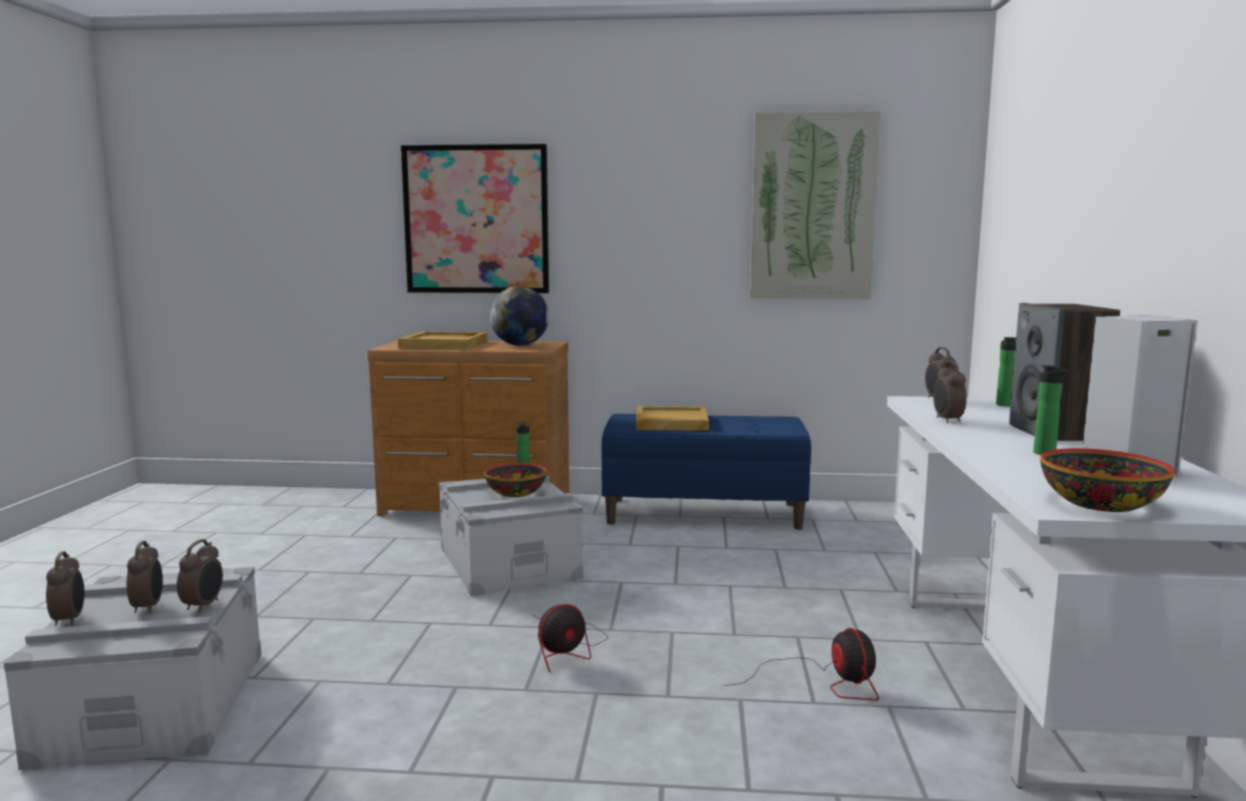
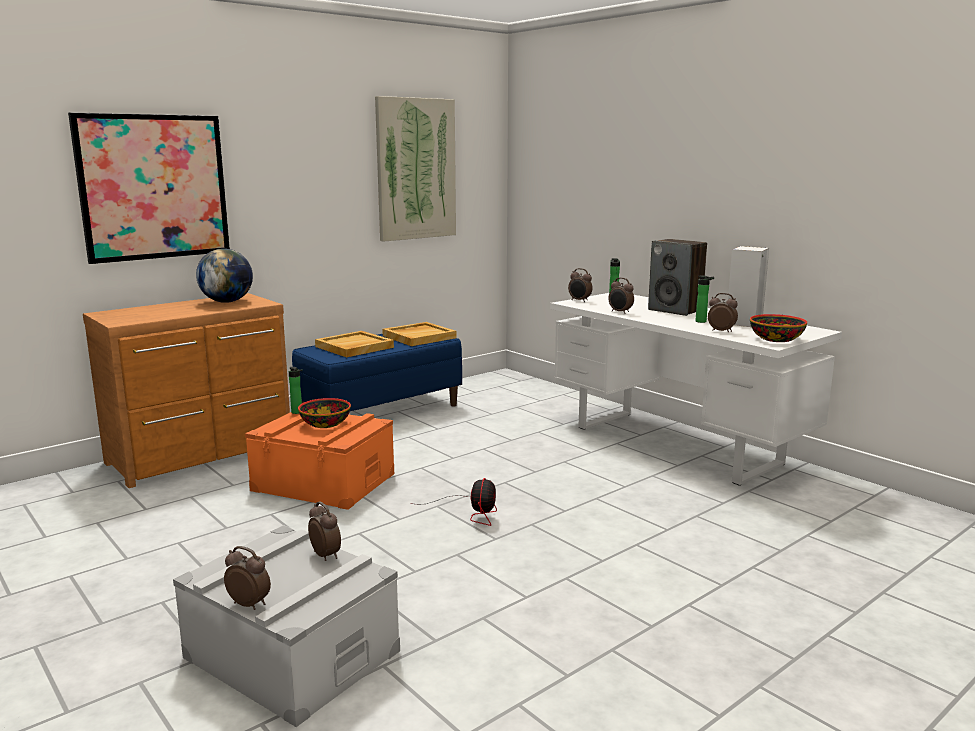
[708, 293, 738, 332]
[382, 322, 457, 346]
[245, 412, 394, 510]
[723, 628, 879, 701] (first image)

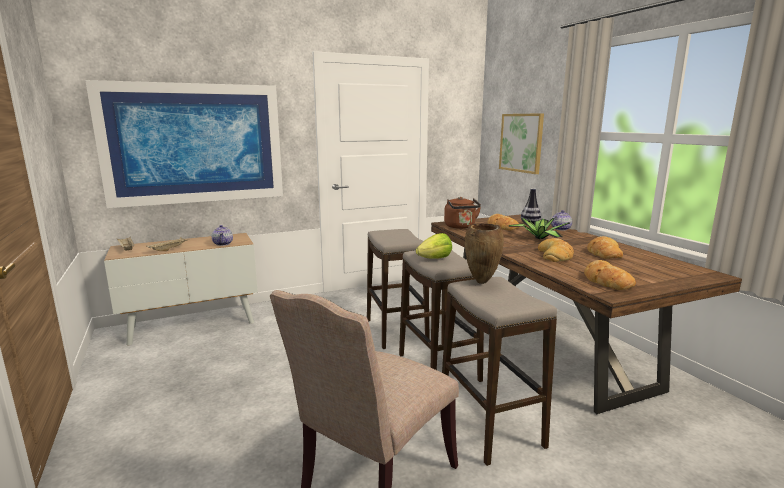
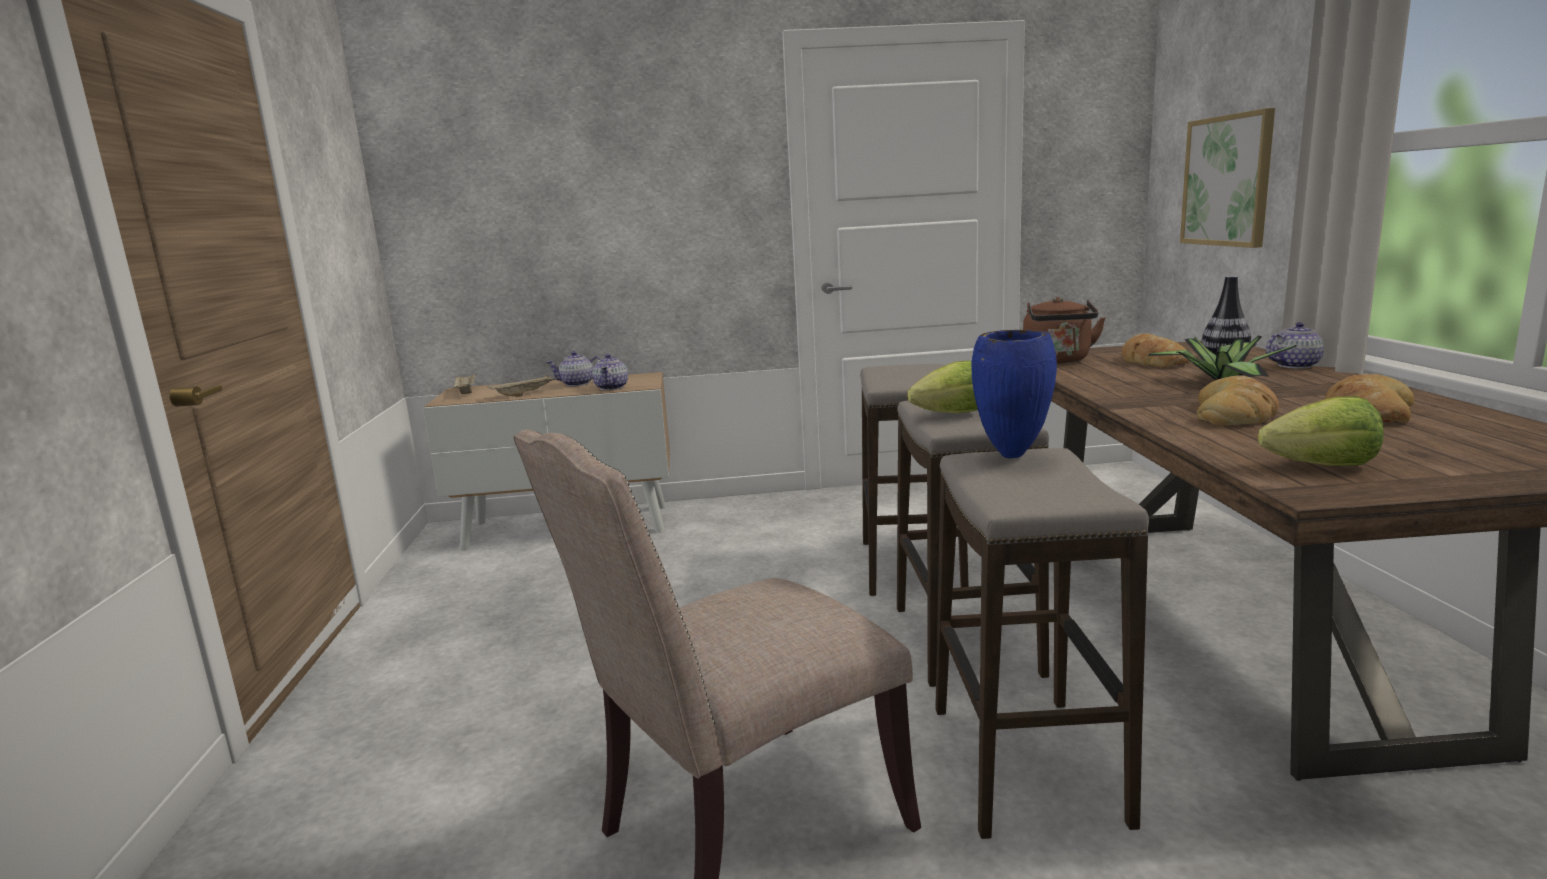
[85, 80, 283, 208] (first image)
[972, 330, 1057, 458]
[1258, 396, 1384, 466]
[546, 351, 601, 386]

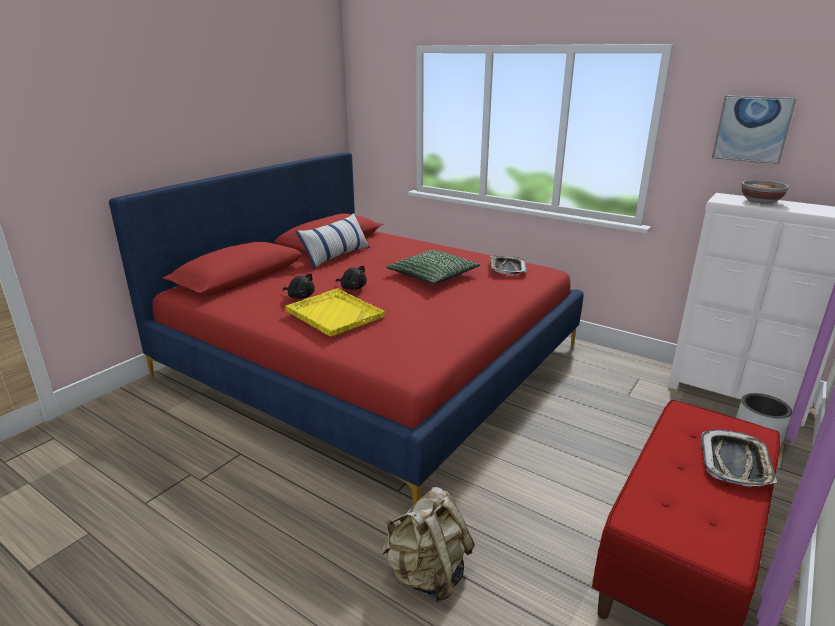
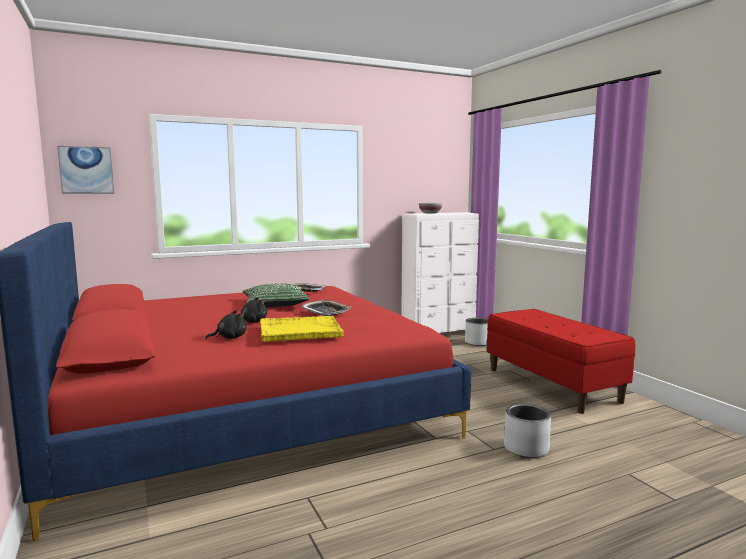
[295, 213, 370, 270] (first image)
[504, 404, 551, 458]
[301, 300, 351, 316]
[57, 146, 114, 194]

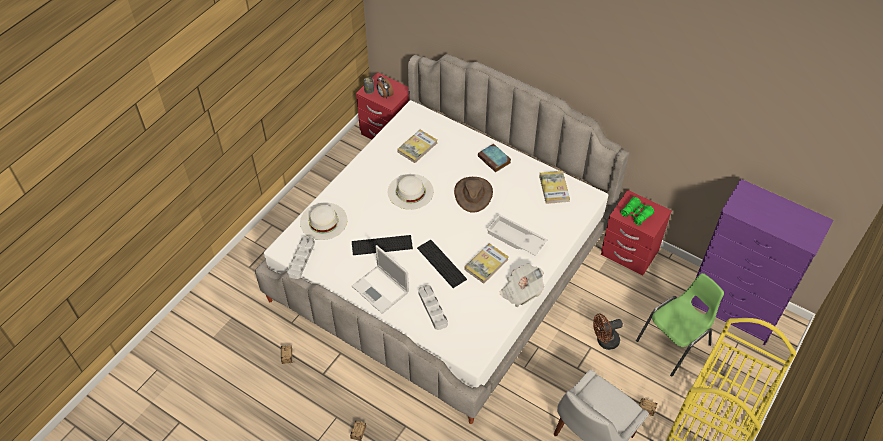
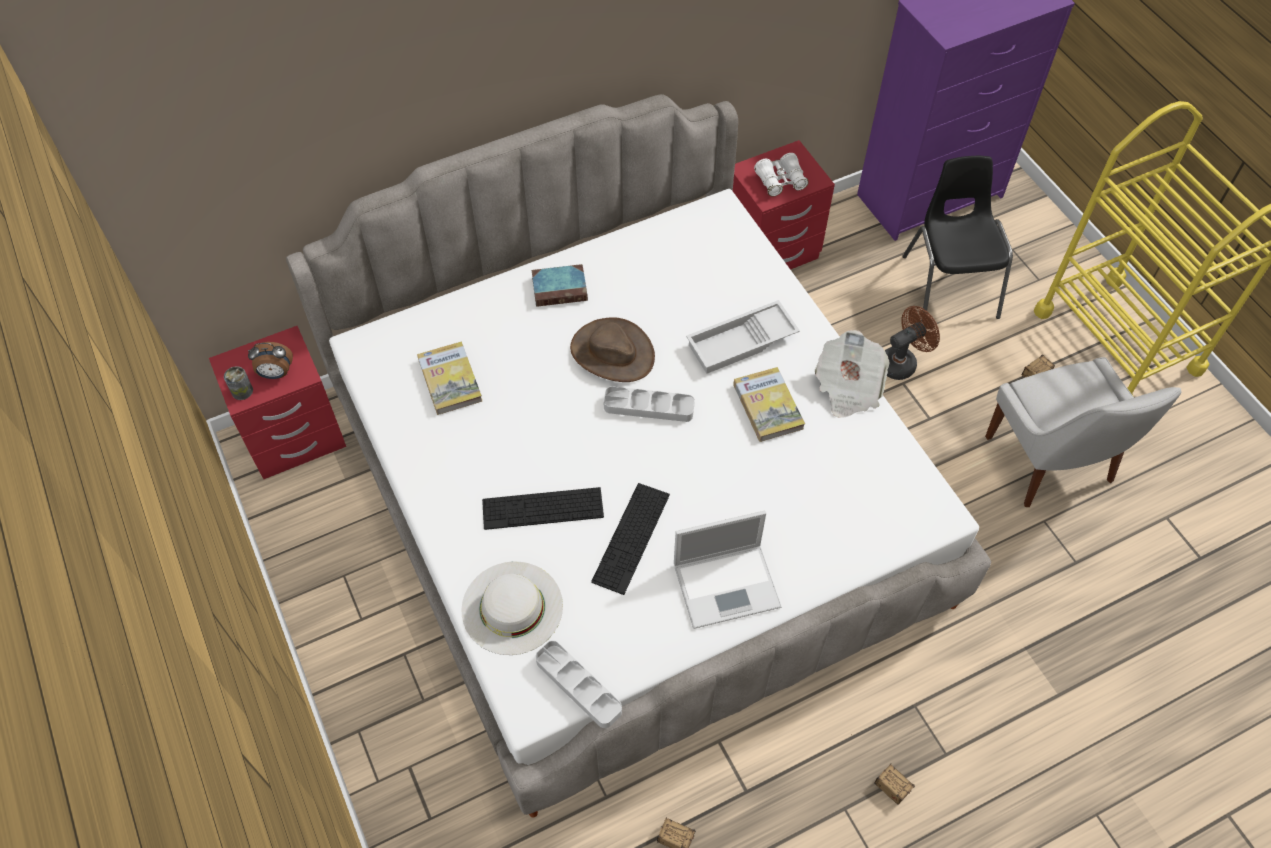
[388, 174, 434, 210] (first image)
[482, 487, 604, 530]
[603, 386, 695, 422]
[539, 171, 570, 204] (first image)
[885, 306, 940, 380]
[754, 153, 809, 196]
[903, 156, 1013, 320]

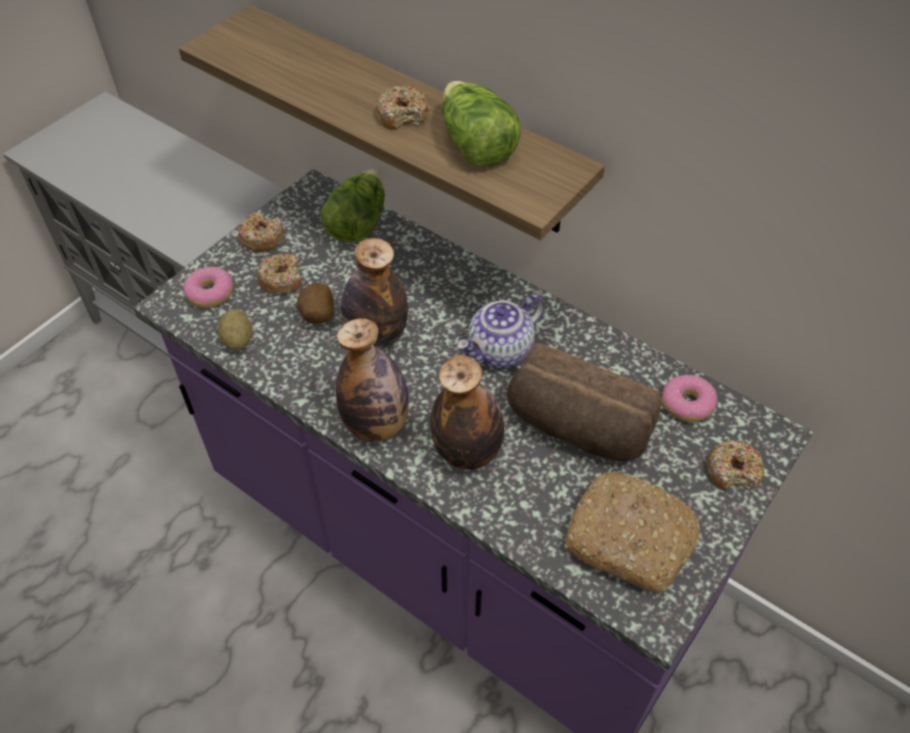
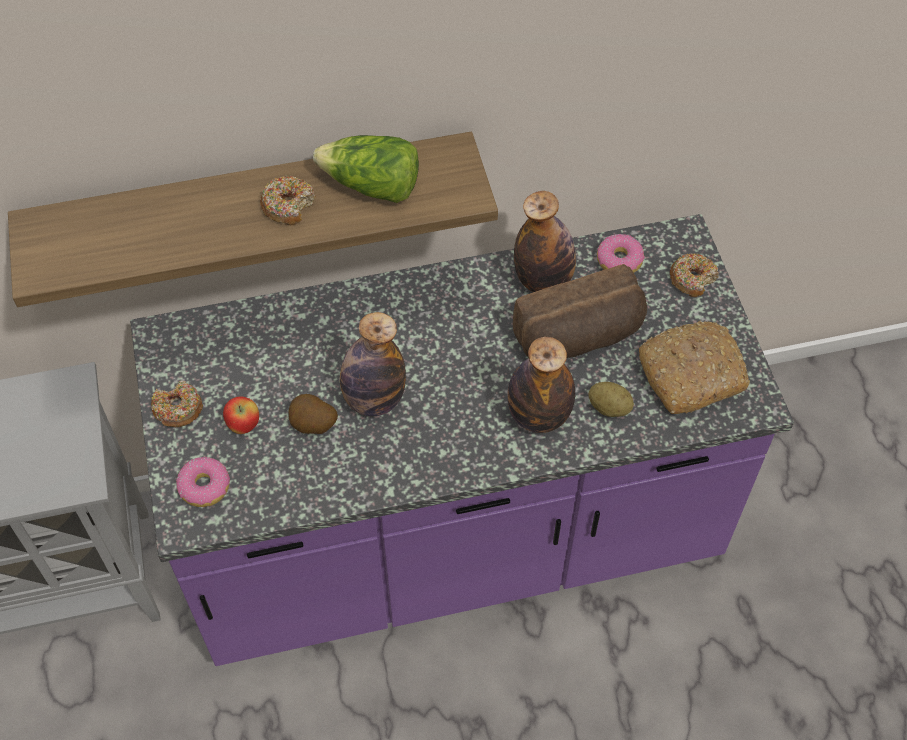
[588, 382, 634, 417]
[223, 397, 259, 434]
[320, 170, 385, 243] (first image)
[514, 191, 576, 292]
[457, 294, 544, 368] (first image)

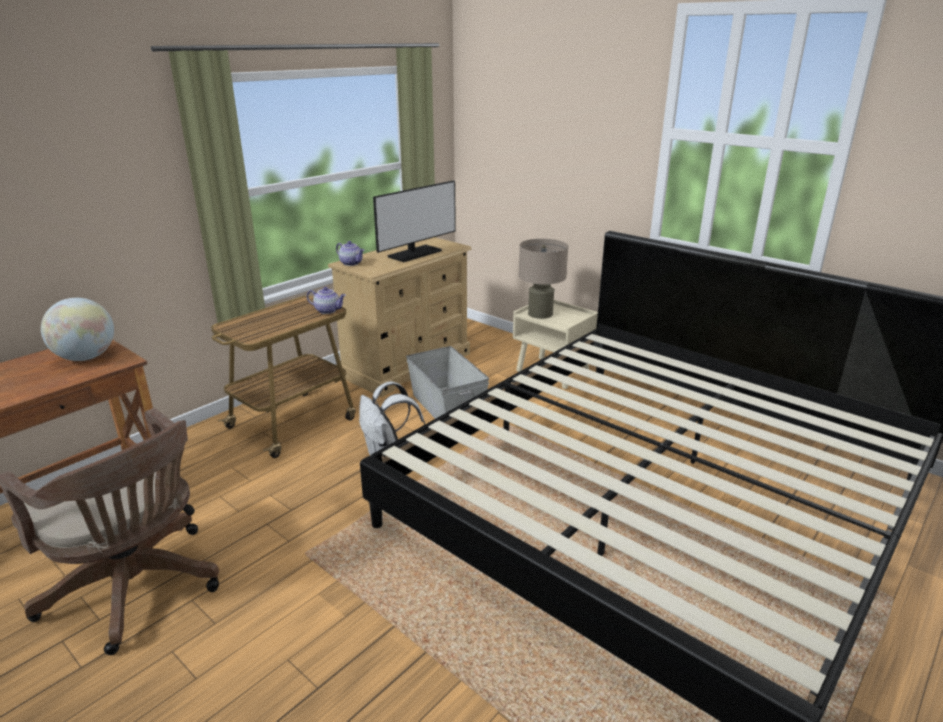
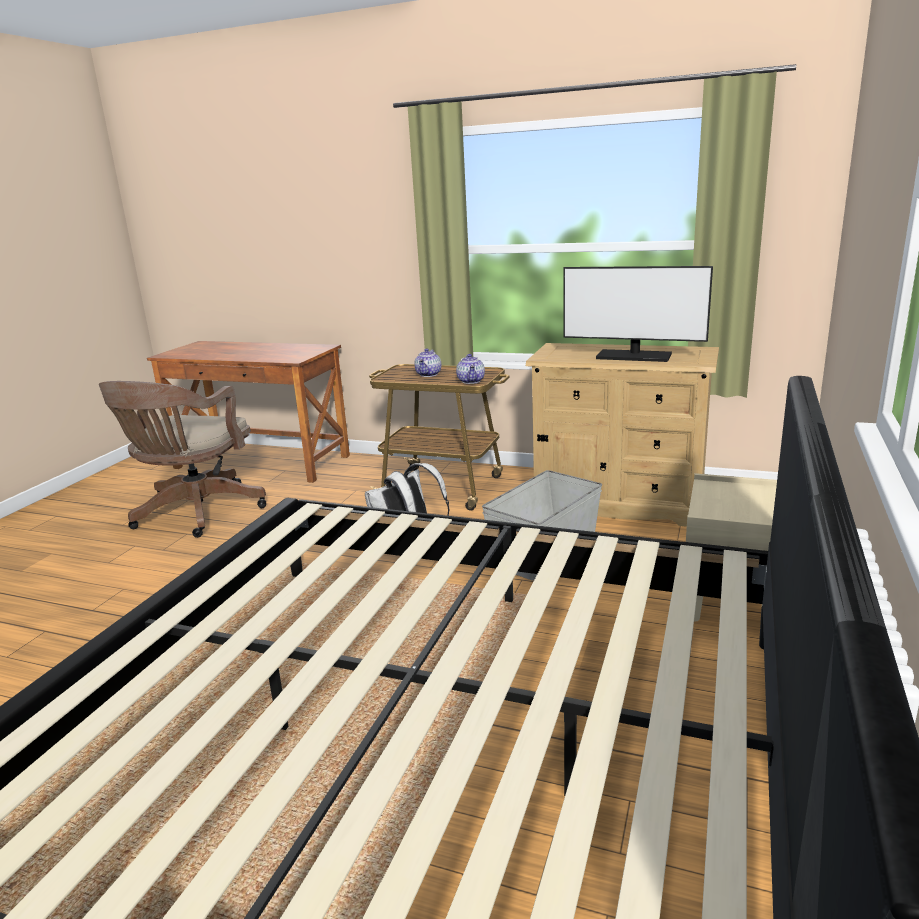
[41, 298, 114, 361] (first image)
[414, 348, 441, 377]
[519, 239, 568, 319] (first image)

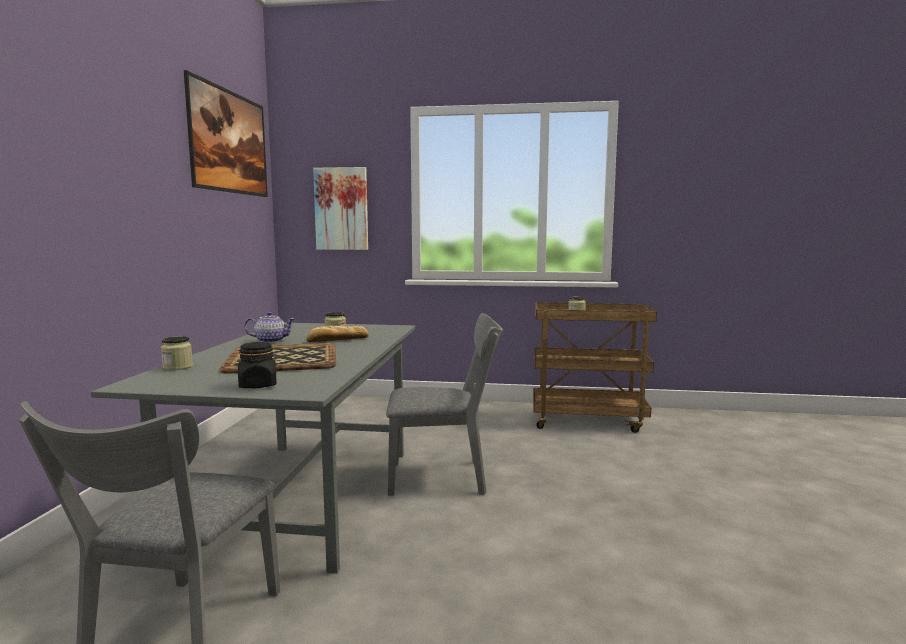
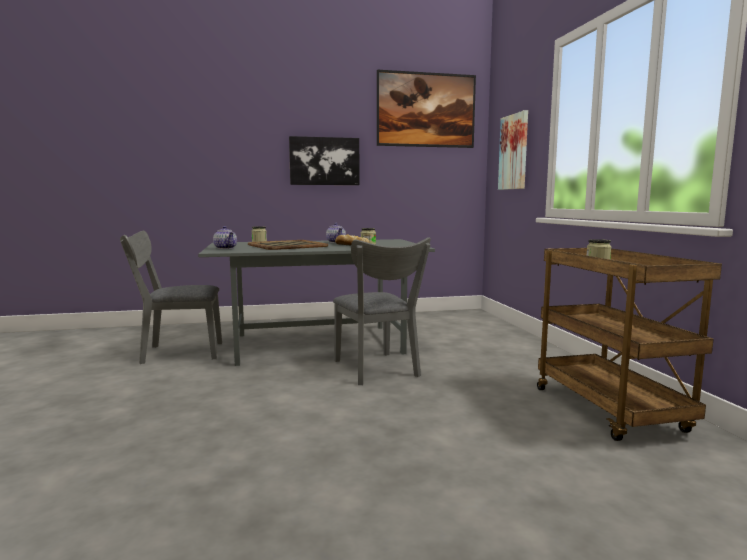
[213, 226, 237, 249]
[289, 136, 360, 185]

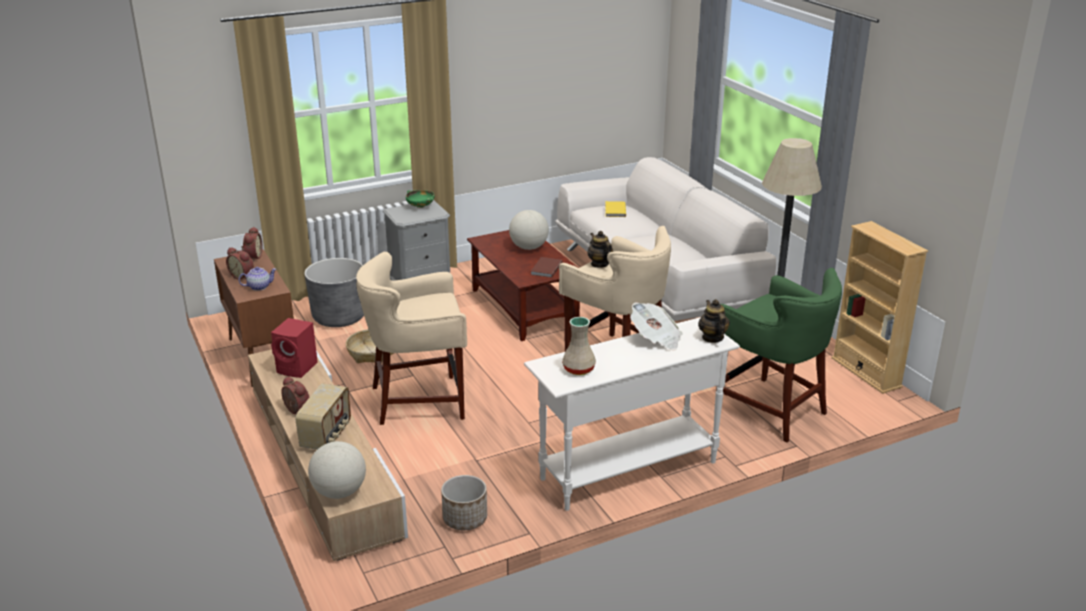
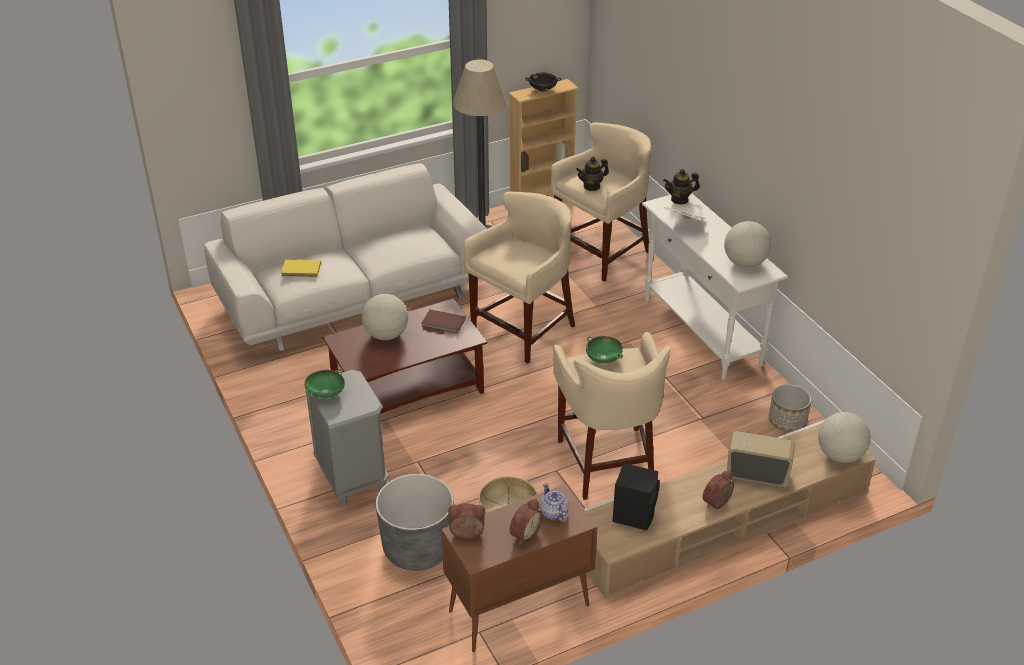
[612, 463, 660, 531]
[724, 221, 771, 268]
[576, 157, 609, 191]
[551, 122, 651, 282]
[525, 73, 561, 92]
[586, 336, 623, 364]

